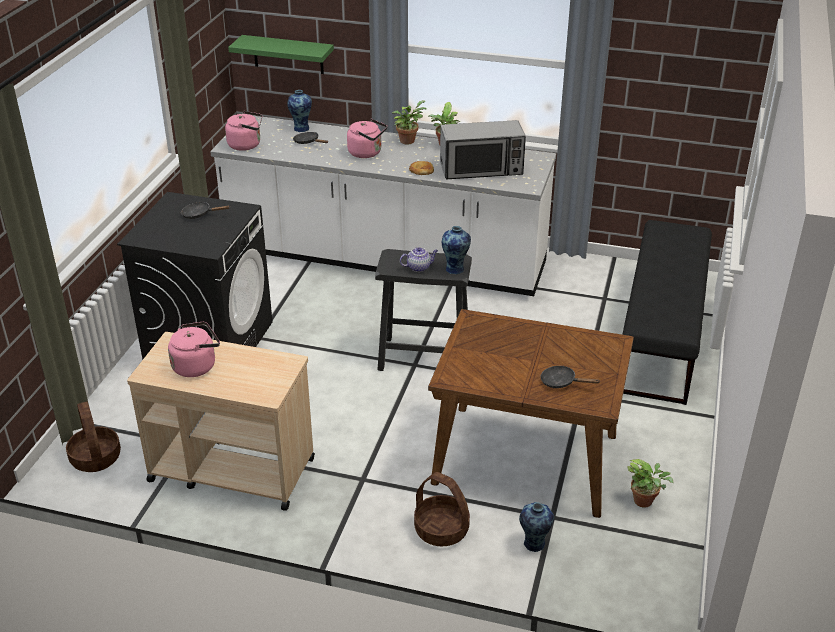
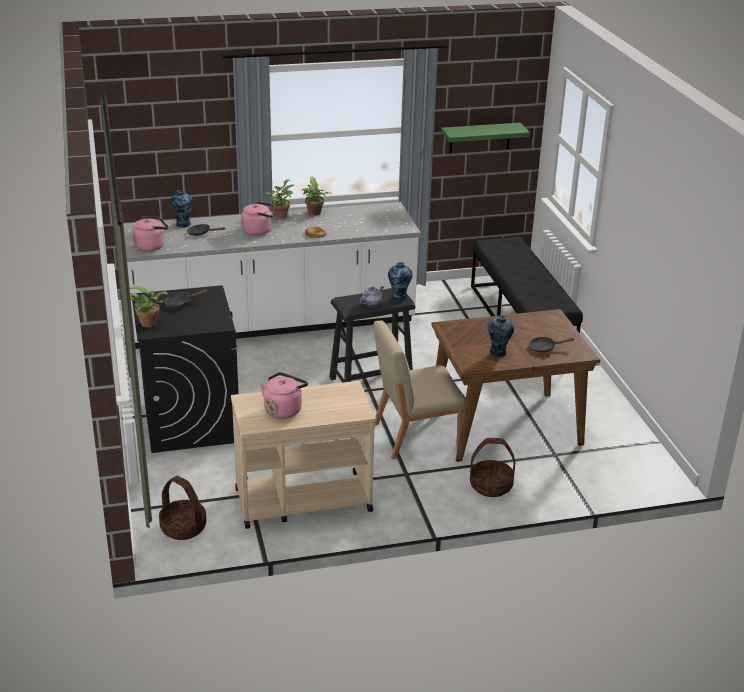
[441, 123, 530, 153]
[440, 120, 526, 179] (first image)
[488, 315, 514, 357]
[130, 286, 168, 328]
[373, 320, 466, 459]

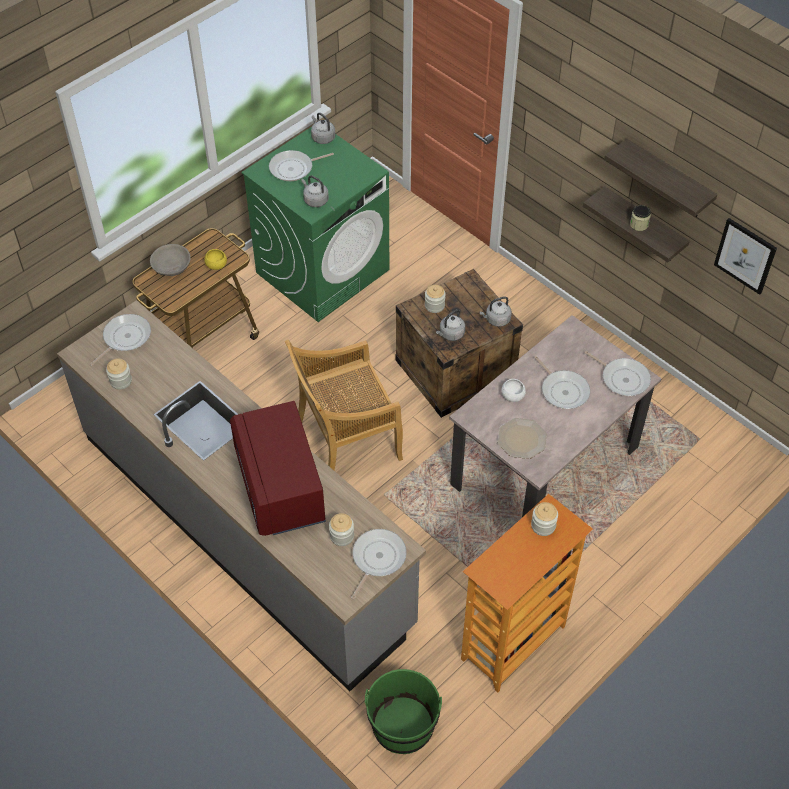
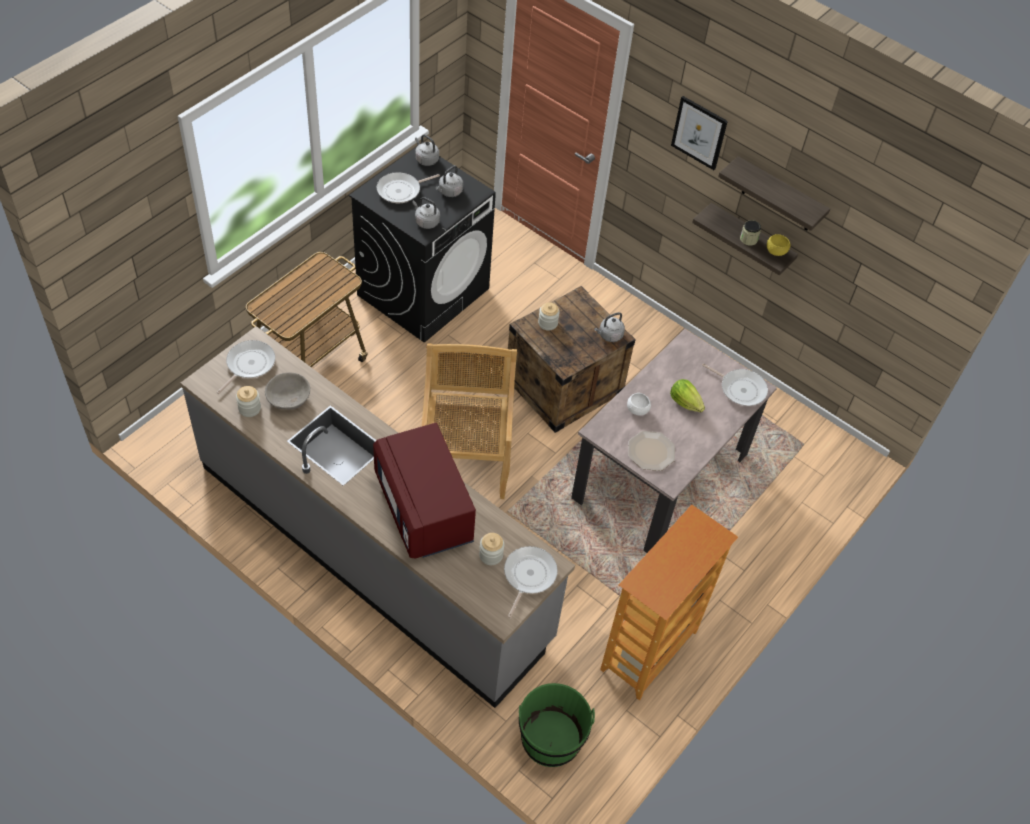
[265, 373, 310, 410]
[767, 234, 791, 256]
[349, 147, 496, 343]
[421, 343, 517, 499]
[435, 166, 463, 197]
[531, 502, 558, 536] (first image)
[670, 379, 705, 412]
[671, 96, 728, 170]

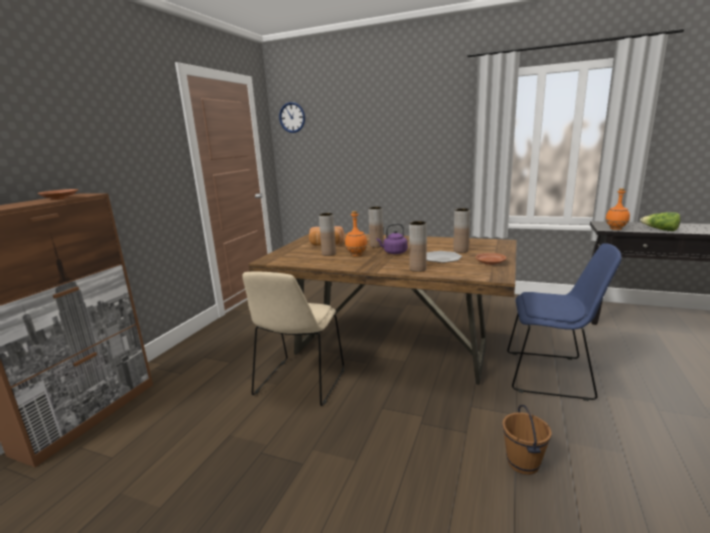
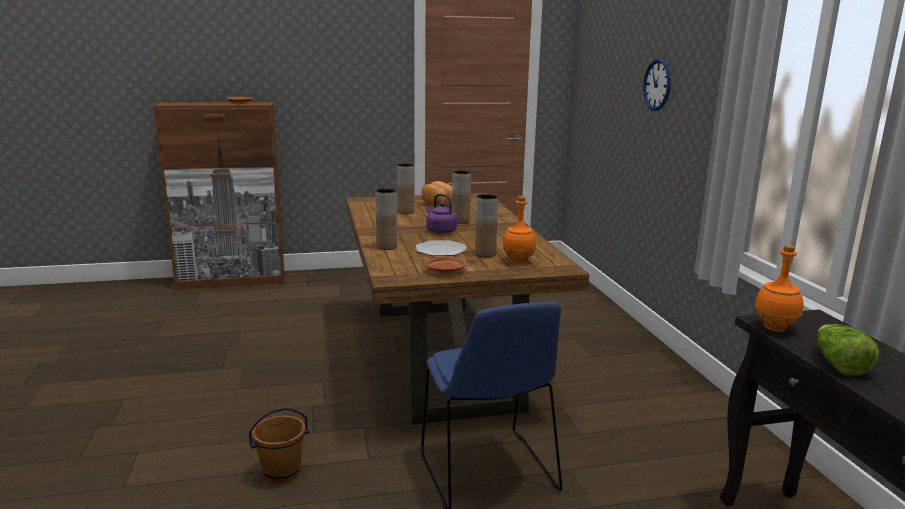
[242, 272, 344, 406] (first image)
[643, 59, 671, 111]
[503, 196, 536, 263]

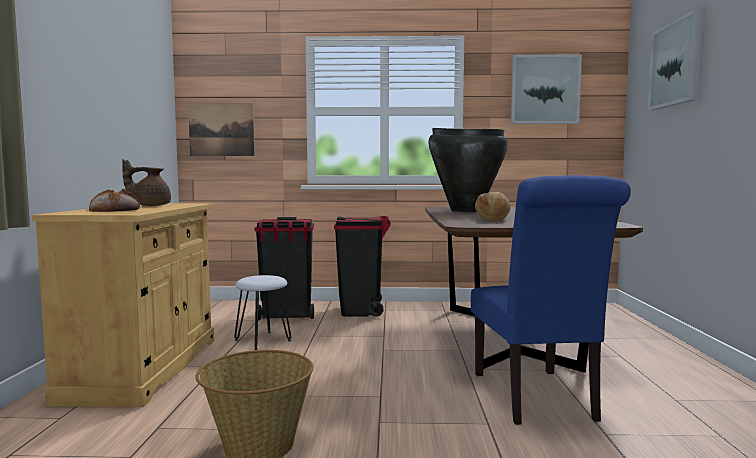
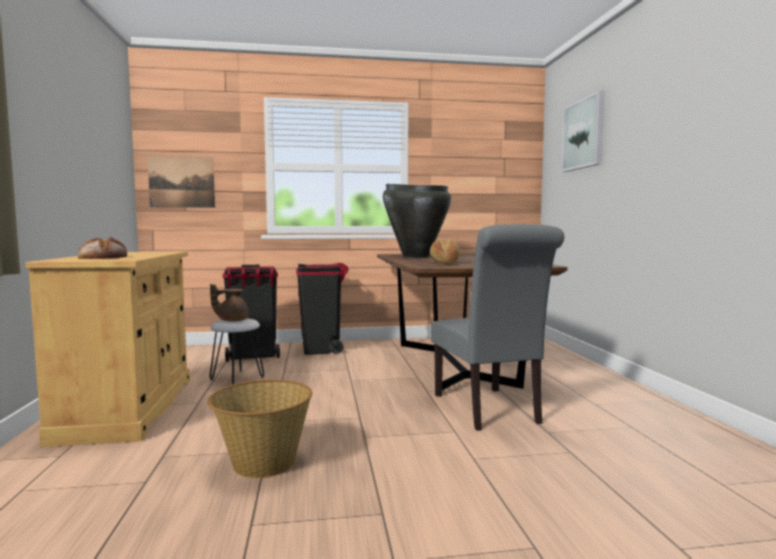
[210, 284, 249, 322]
[431, 224, 564, 431]
[511, 54, 582, 124] (first image)

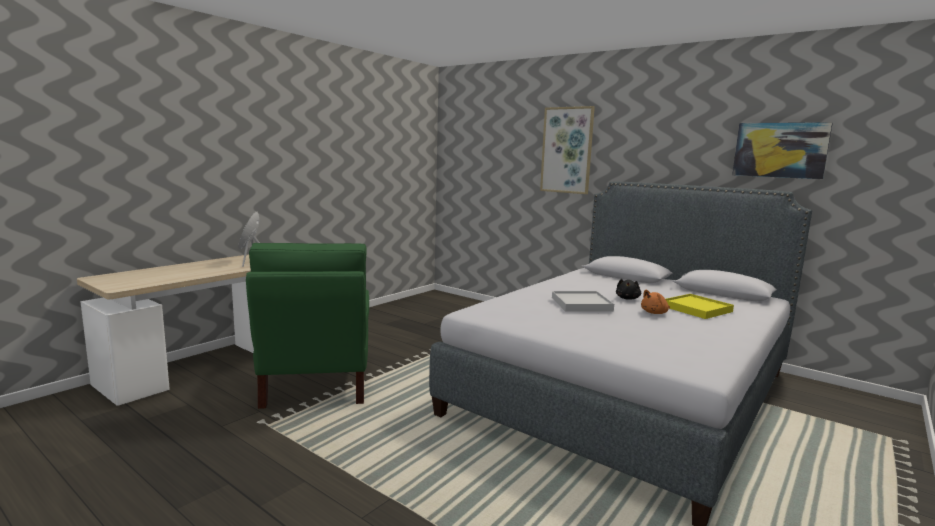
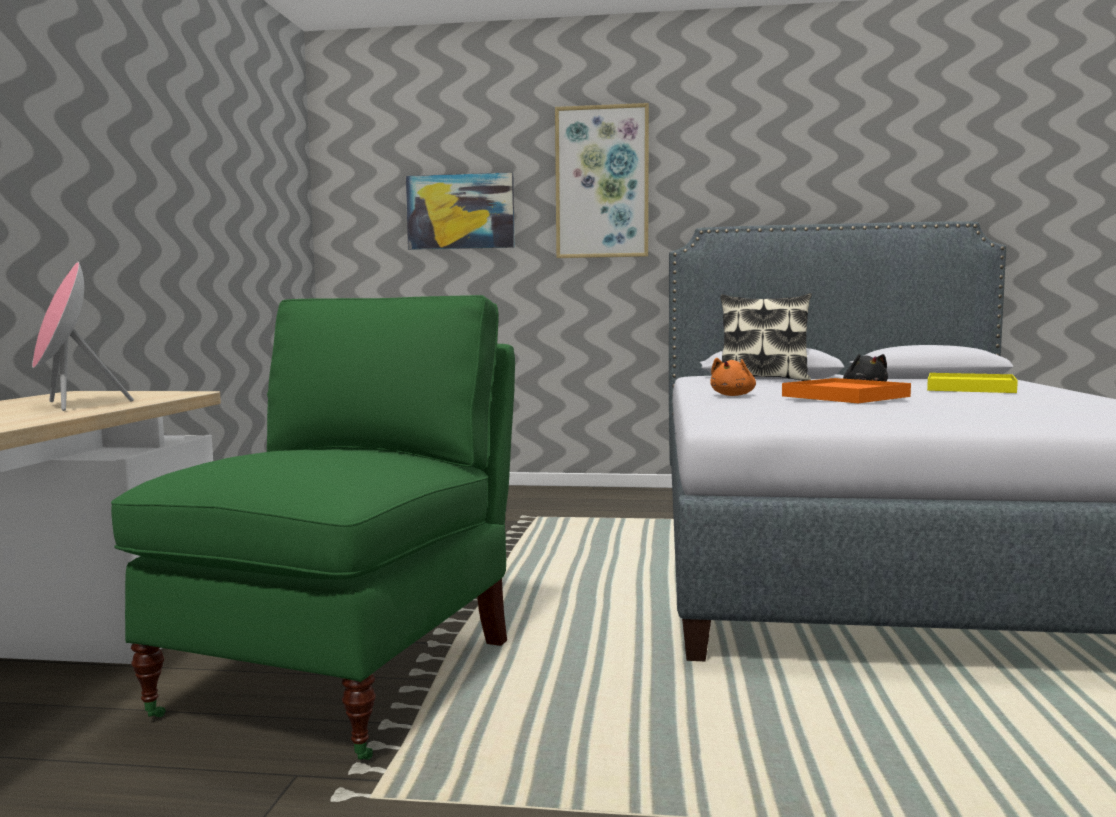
[111, 295, 515, 760]
[782, 378, 911, 403]
[710, 358, 756, 396]
[406, 172, 515, 250]
[720, 293, 812, 381]

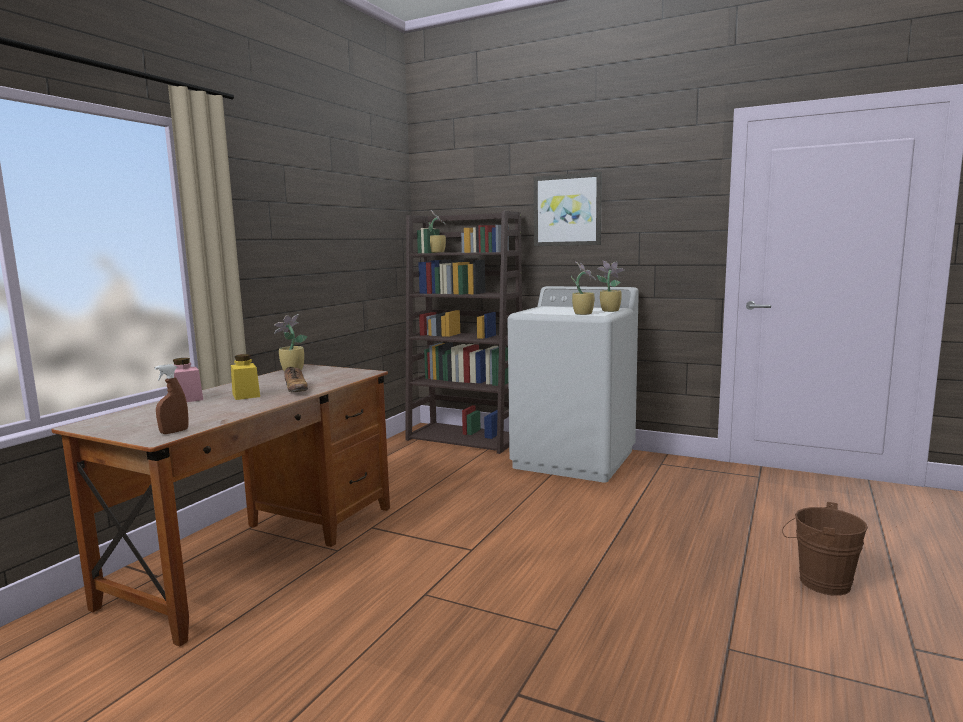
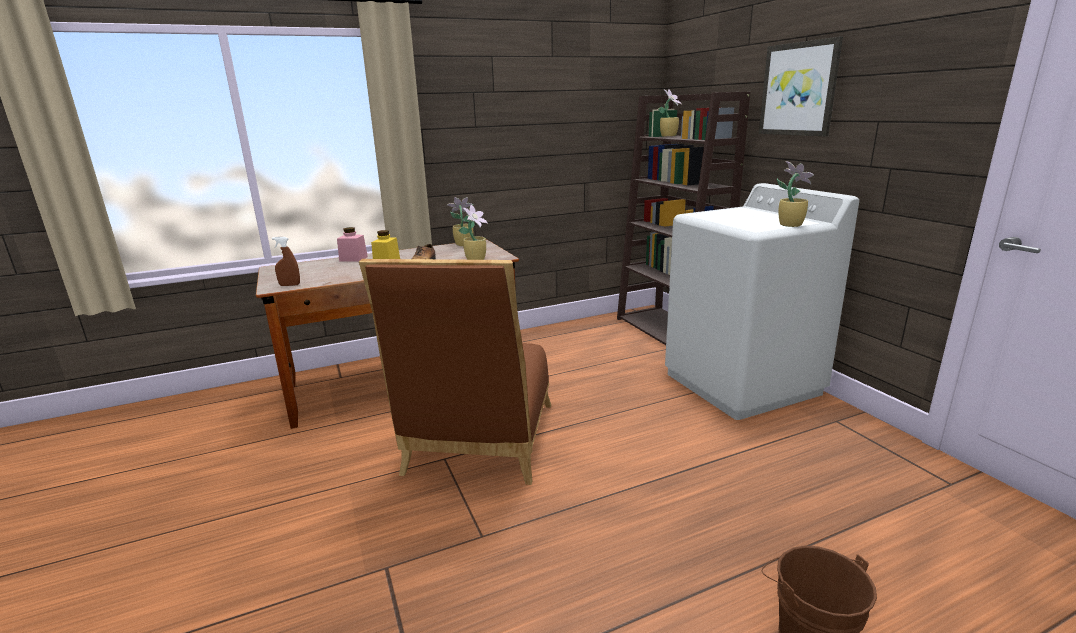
[458, 205, 488, 260]
[359, 259, 551, 485]

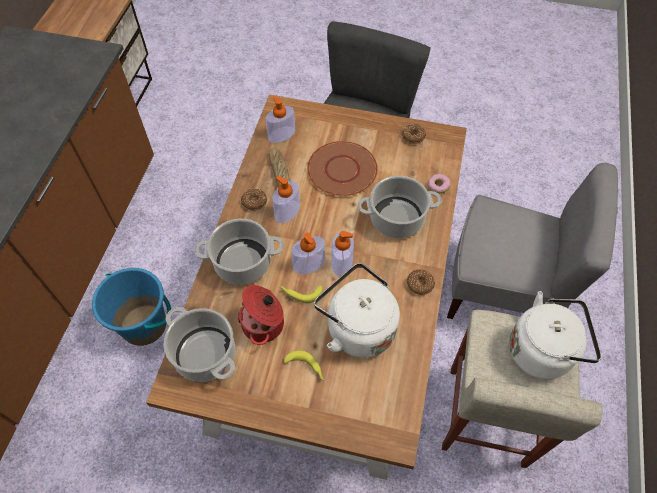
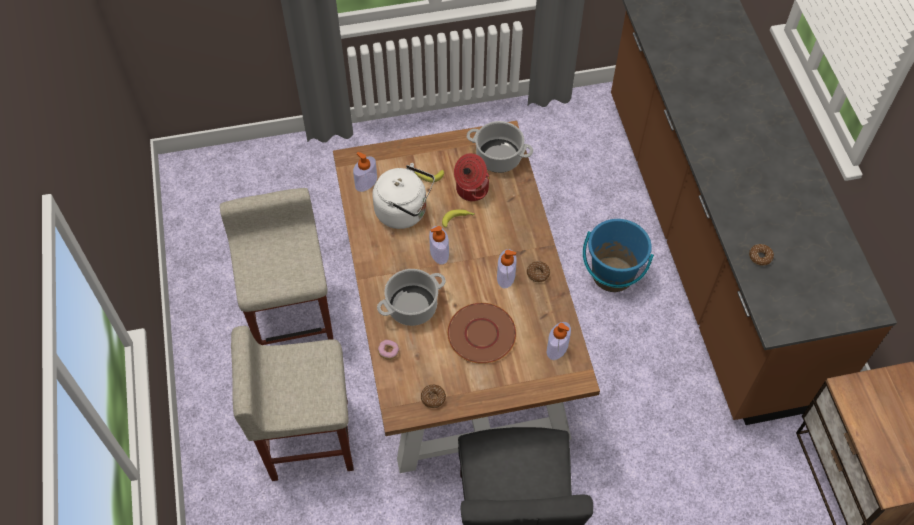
[194, 219, 284, 285] (first image)
[268, 148, 290, 187] (first image)
[353, 152, 377, 192]
[749, 244, 774, 266]
[231, 326, 354, 481]
[509, 291, 601, 379] (first image)

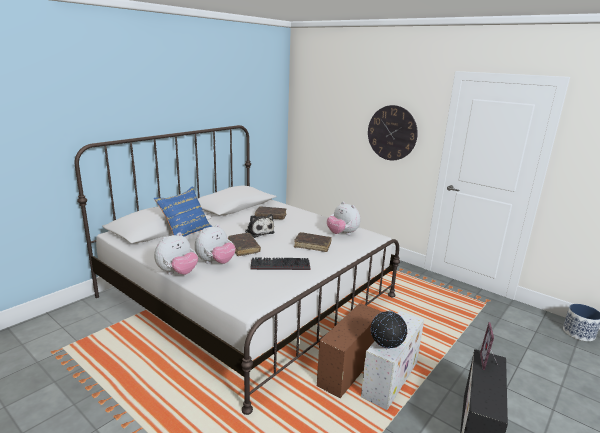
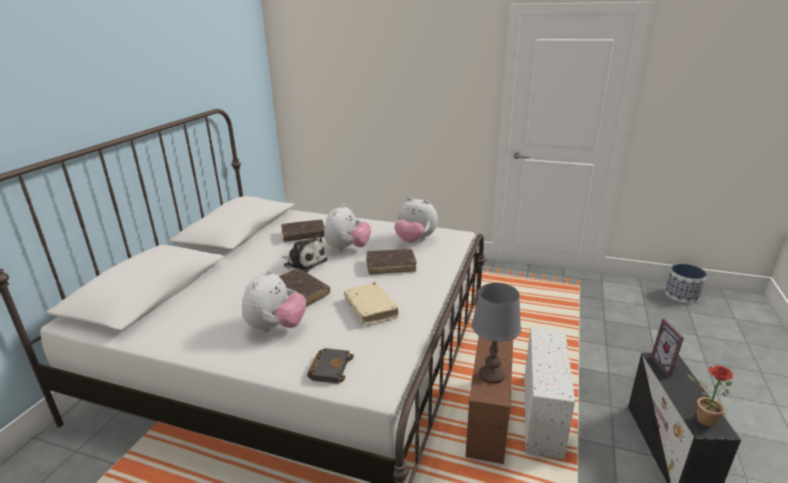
[154, 186, 212, 237] (first image)
[324, 204, 371, 252]
[344, 282, 399, 324]
[368, 105, 418, 160] (first image)
[371, 311, 407, 348] (first image)
[307, 348, 354, 384]
[472, 283, 521, 384]
[687, 365, 733, 427]

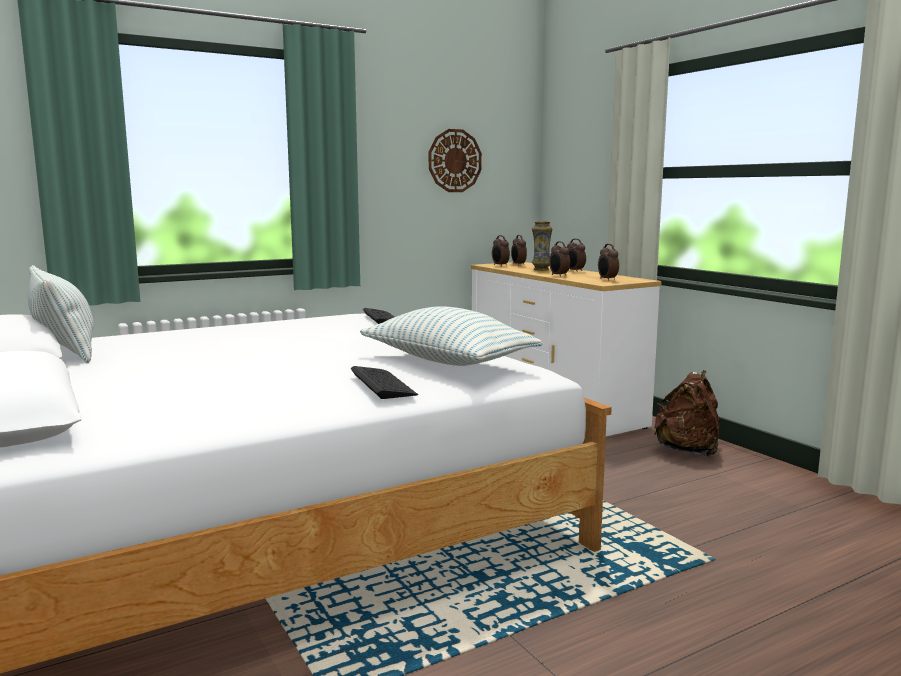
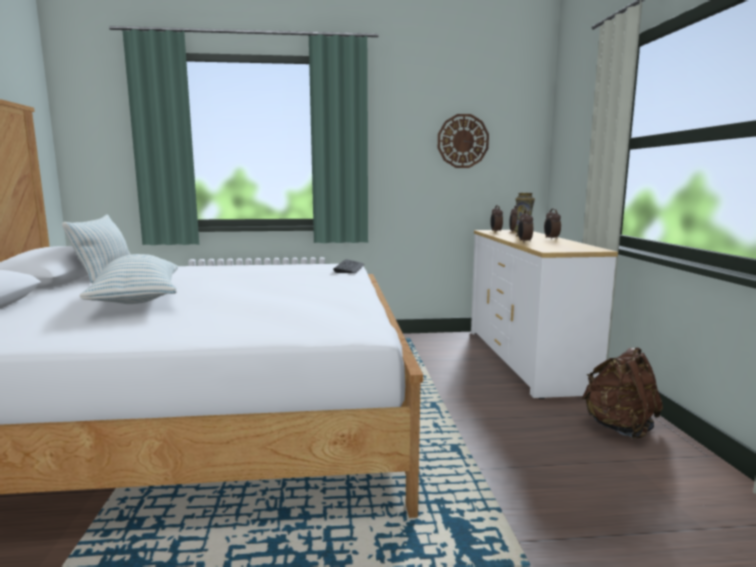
[351, 366, 418, 399] (first image)
[80, 254, 178, 304]
[598, 244, 619, 281] (first image)

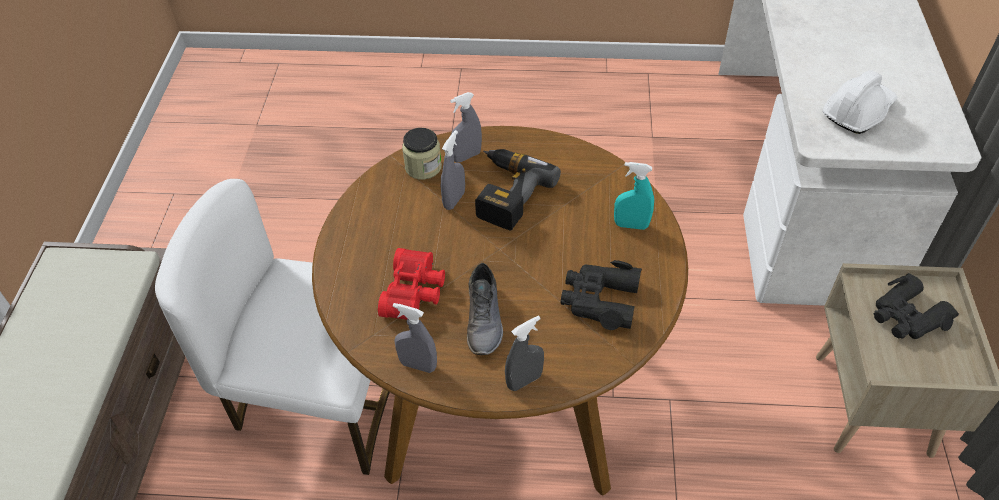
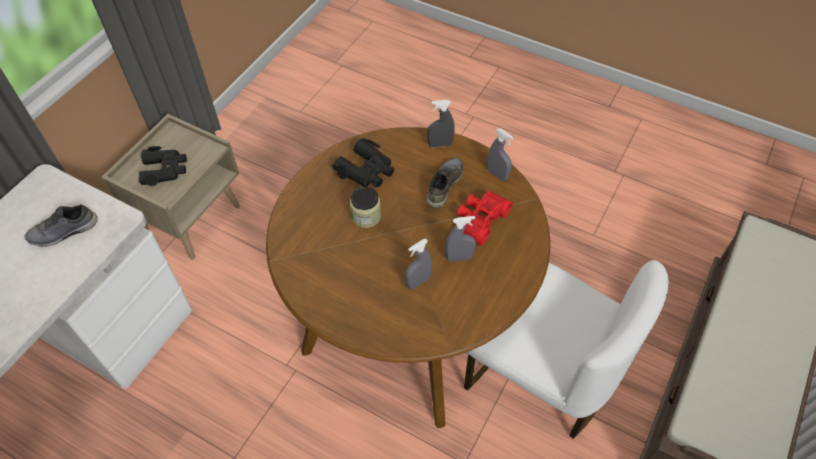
[350, 186, 381, 228]
[445, 216, 476, 262]
[475, 149, 561, 231] (first image)
[614, 162, 654, 230] (first image)
[24, 204, 98, 247]

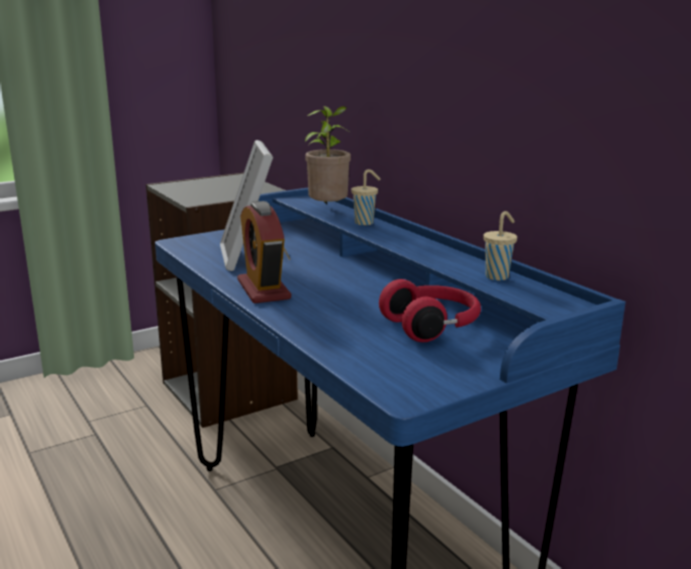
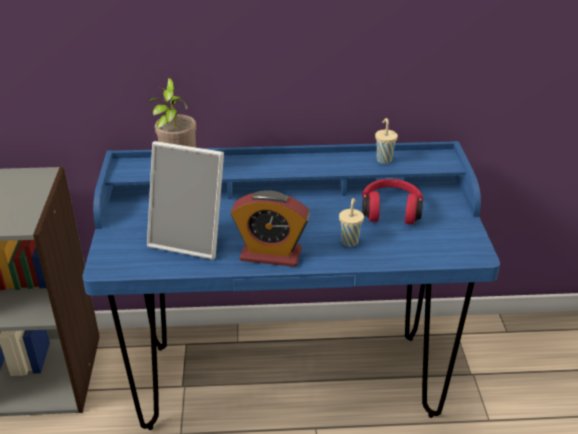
[339, 198, 364, 247]

